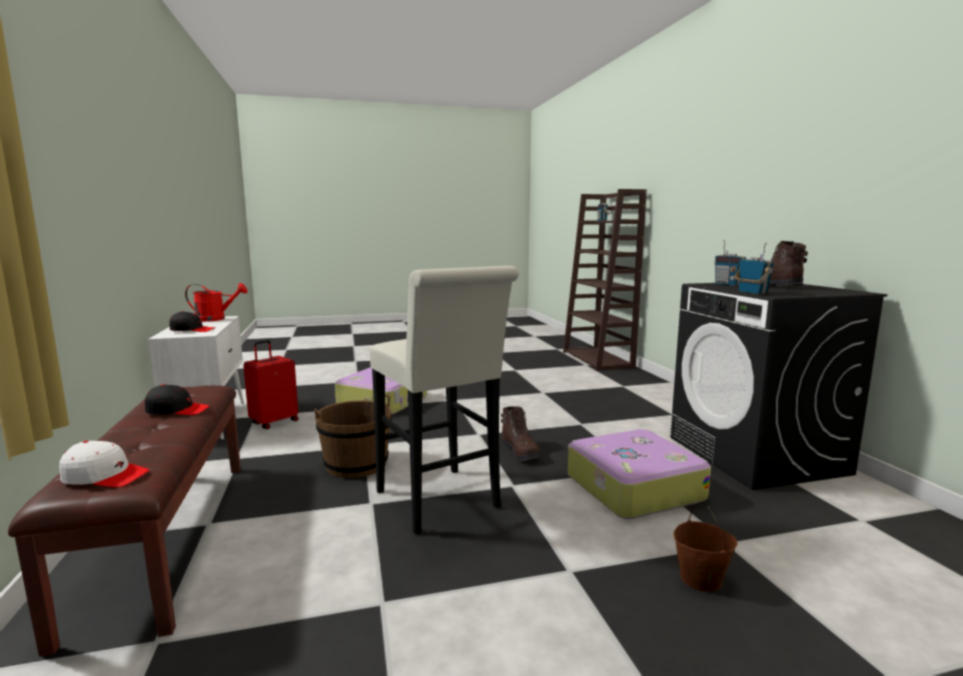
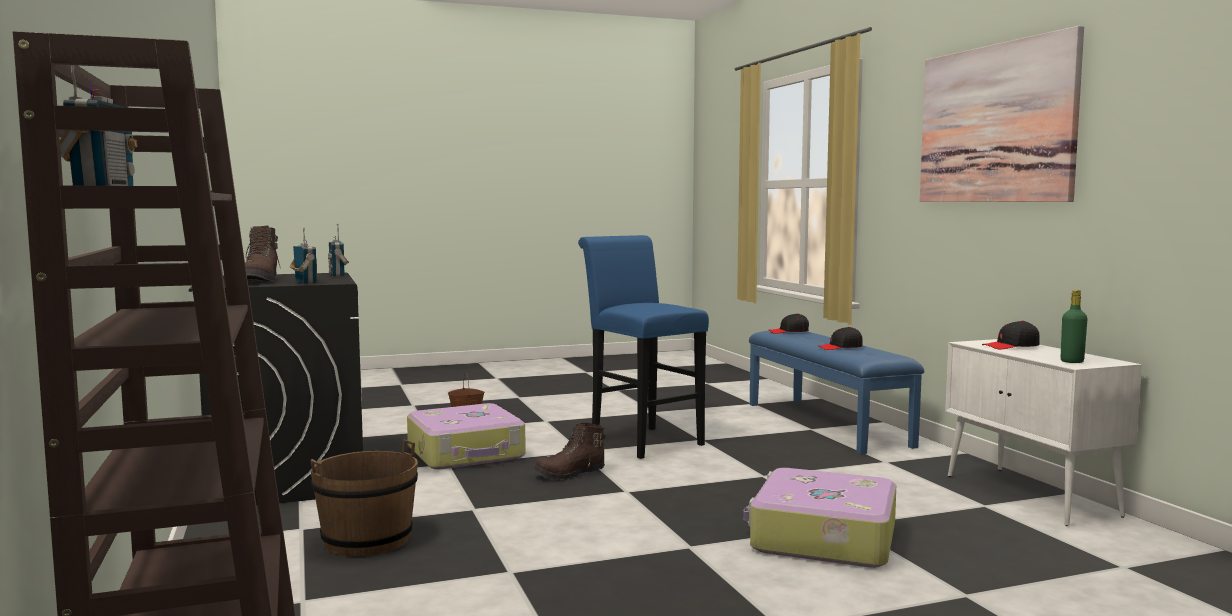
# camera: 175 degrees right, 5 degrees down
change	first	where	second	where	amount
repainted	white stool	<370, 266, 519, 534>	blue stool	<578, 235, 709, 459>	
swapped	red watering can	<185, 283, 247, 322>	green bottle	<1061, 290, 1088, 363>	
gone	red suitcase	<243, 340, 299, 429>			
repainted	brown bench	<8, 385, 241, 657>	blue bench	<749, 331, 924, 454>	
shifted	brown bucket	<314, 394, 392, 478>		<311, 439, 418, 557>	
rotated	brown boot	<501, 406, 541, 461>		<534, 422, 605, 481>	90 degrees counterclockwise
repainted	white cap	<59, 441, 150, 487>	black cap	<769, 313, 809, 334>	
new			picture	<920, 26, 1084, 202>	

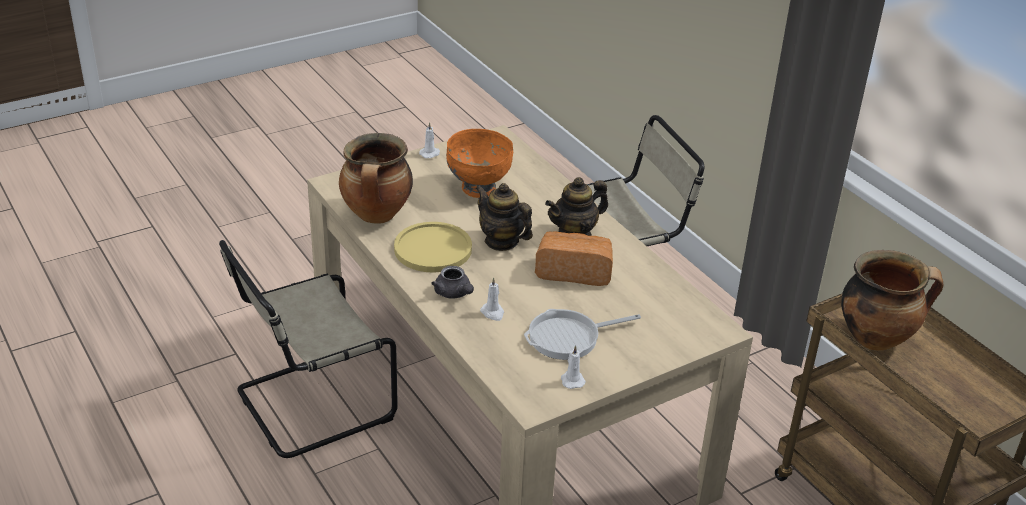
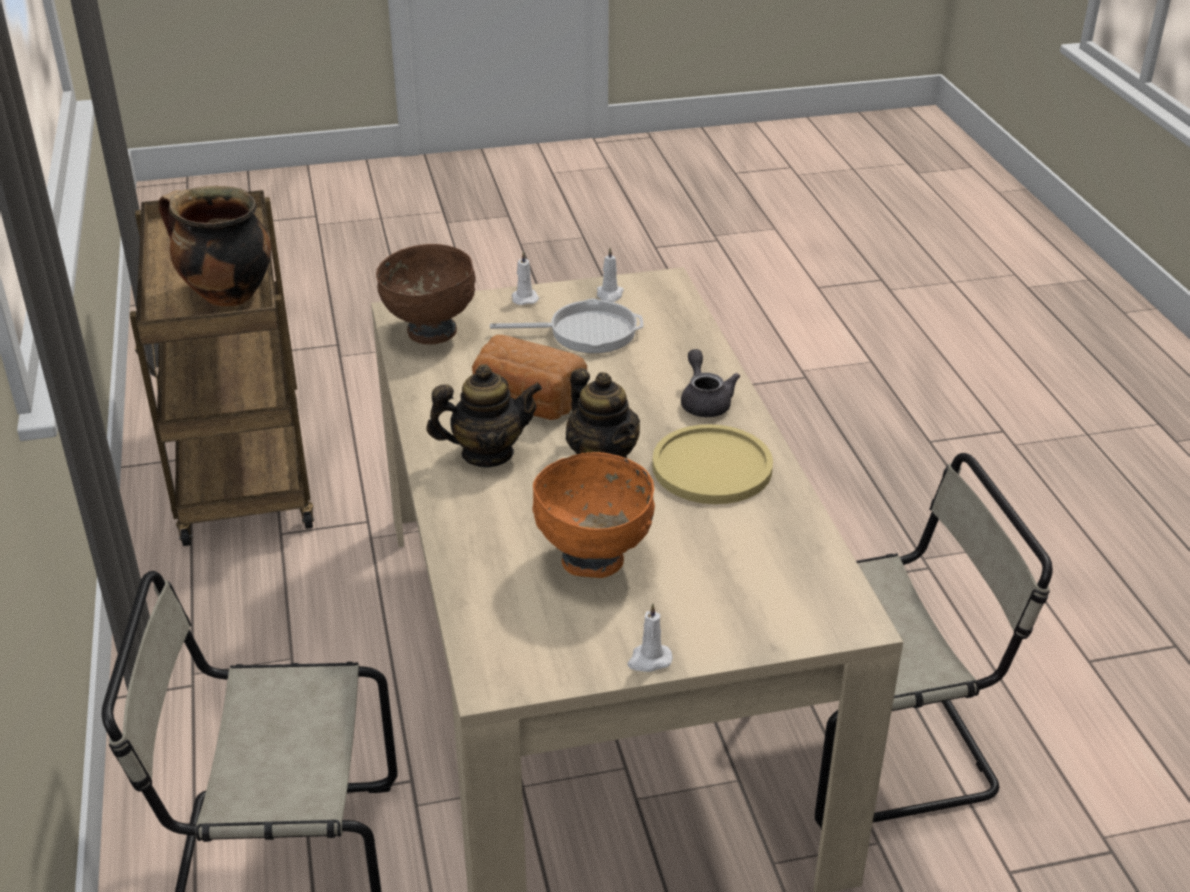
# camera: 160 degrees left, 0 degrees up
change	first	where	second	where	amount
gone	cooking pot	<339, 133, 413, 224>			
shifted	white candle	<480, 278, 504, 321>		<512, 251, 539, 305>	
new			brown bowl	<376, 244, 476, 344>	

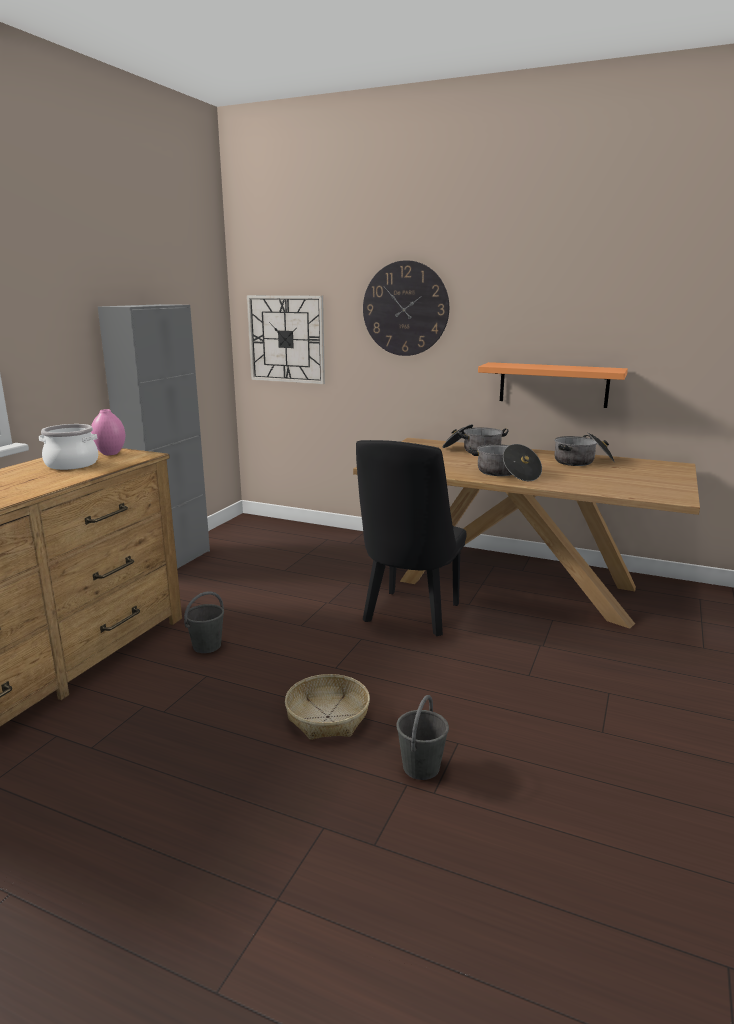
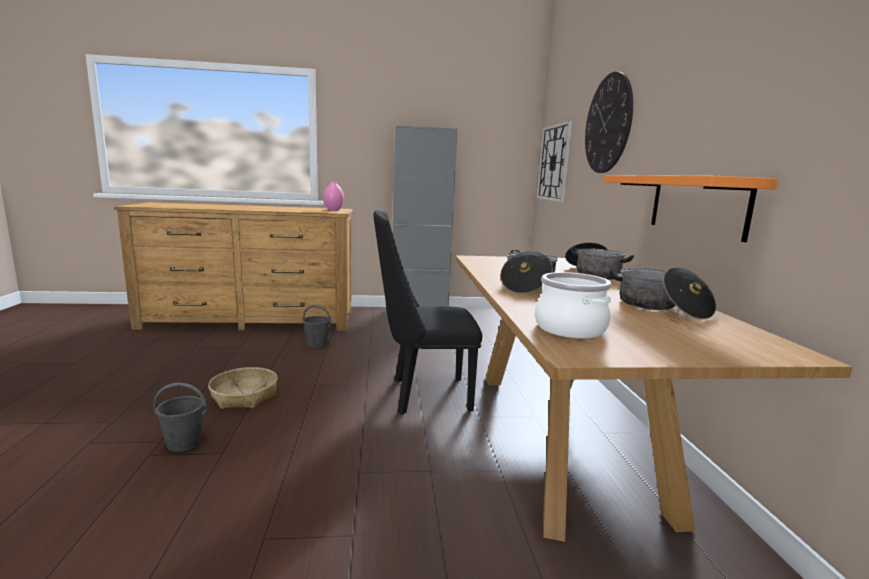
# camera: 60 degrees right, 5 degrees down
change	first	where	second	where	amount
shifted	cooking pot	<39, 424, 98, 470>		<535, 272, 612, 339>	

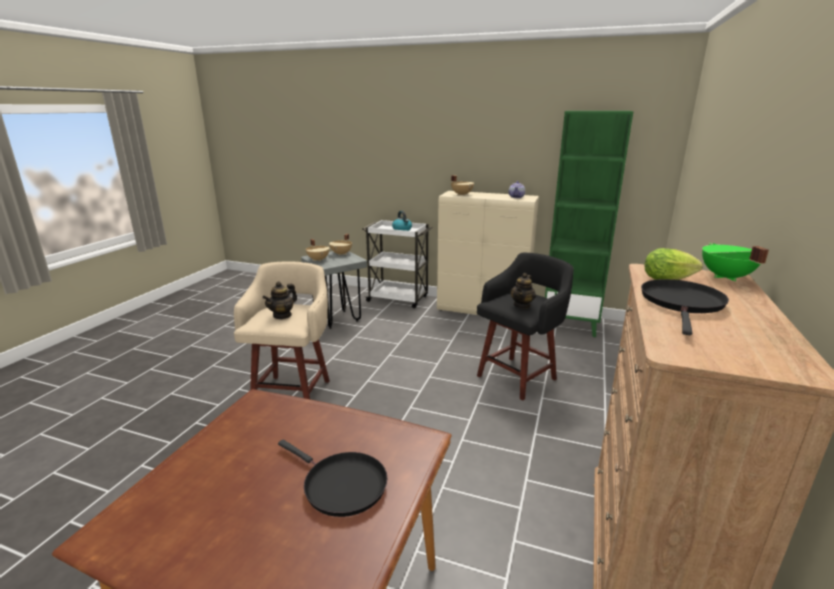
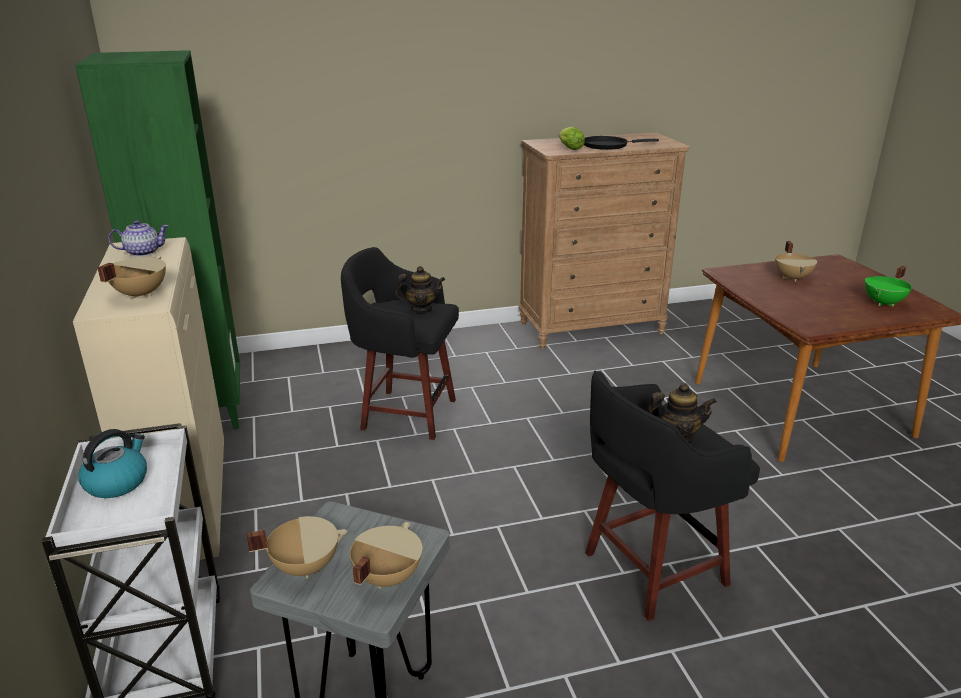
# camera: 125 degrees left, 5 degrees up
change	first	where	second	where	amount
shifted	green cooking pot	<702, 243, 769, 281>		<865, 266, 912, 306>	
repainted	beige stool	<234, 261, 330, 399>	black stool	<585, 371, 760, 621>	
swapped	black frying pan	<278, 439, 387, 517>	beige cooking pot	<775, 241, 817, 282>	

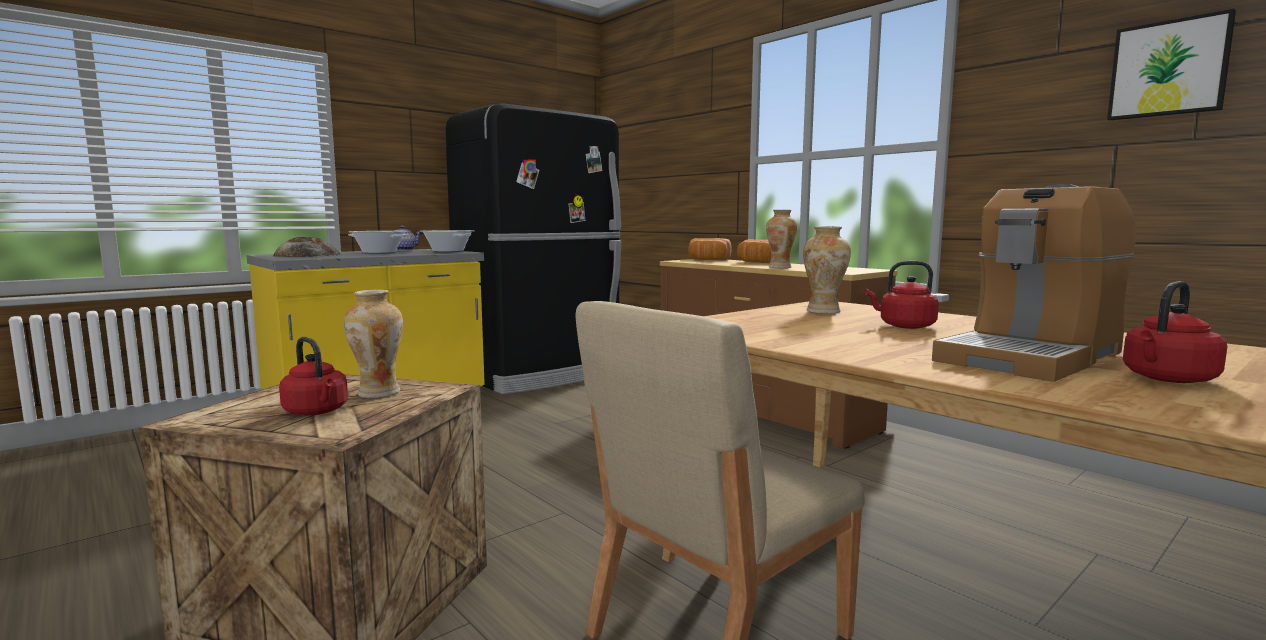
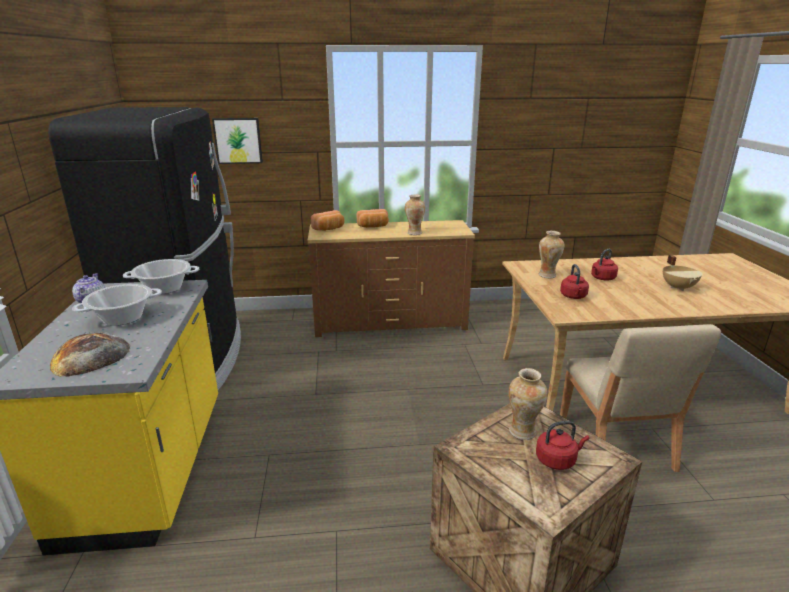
# camera: 55 degrees left, 15 degrees up
change	first	where	second	where	amount
shifted	picture	<1107, 9, 1236, 120>		<212, 118, 263, 164>	
swapped	coffee machine	<932, 184, 1136, 382>	beige cooking pot	<663, 254, 702, 291>	
shifted	red kettle	<1123, 281, 1227, 383>		<560, 264, 589, 299>	

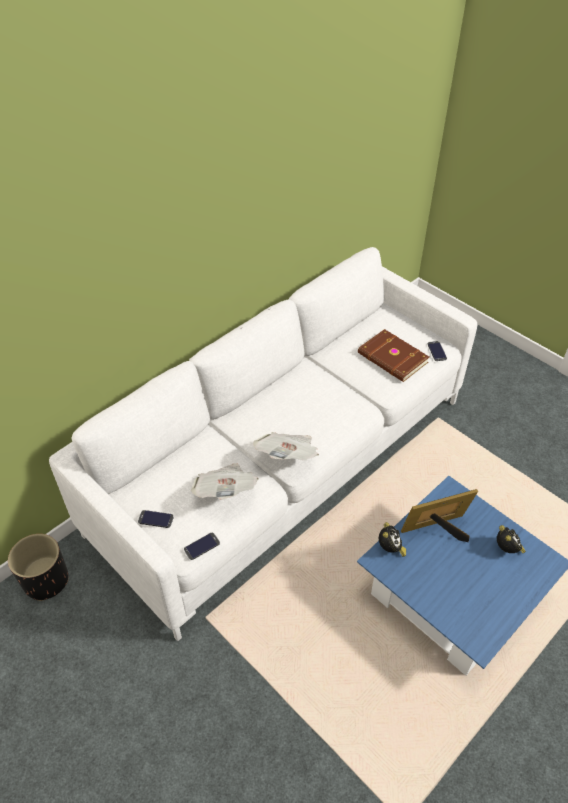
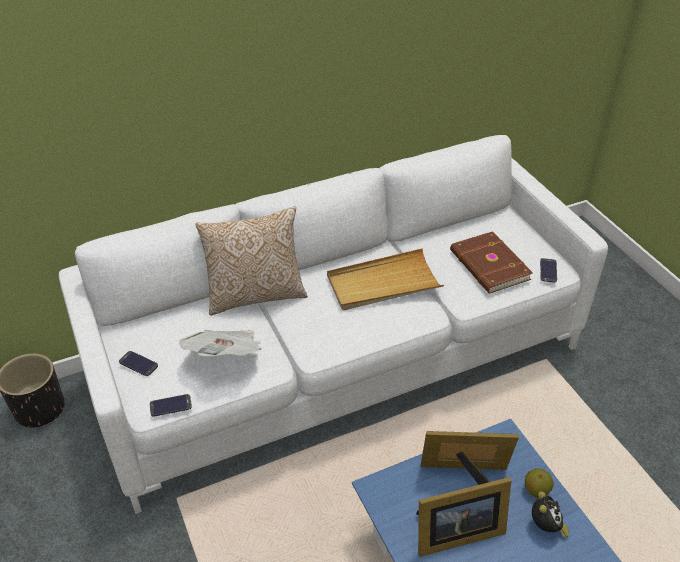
# camera: 20 degrees right, 5 degrees down
change	first	where	second	where	amount
gone	newspaper	<253, 432, 319, 460>			
gone	alarm clock	<379, 522, 406, 557>			
new			pillow	<195, 206, 308, 315>	
new			beige tray	<327, 248, 444, 310>	
new			apple	<525, 468, 554, 498>	
new			picture frame	<416, 477, 511, 557>	

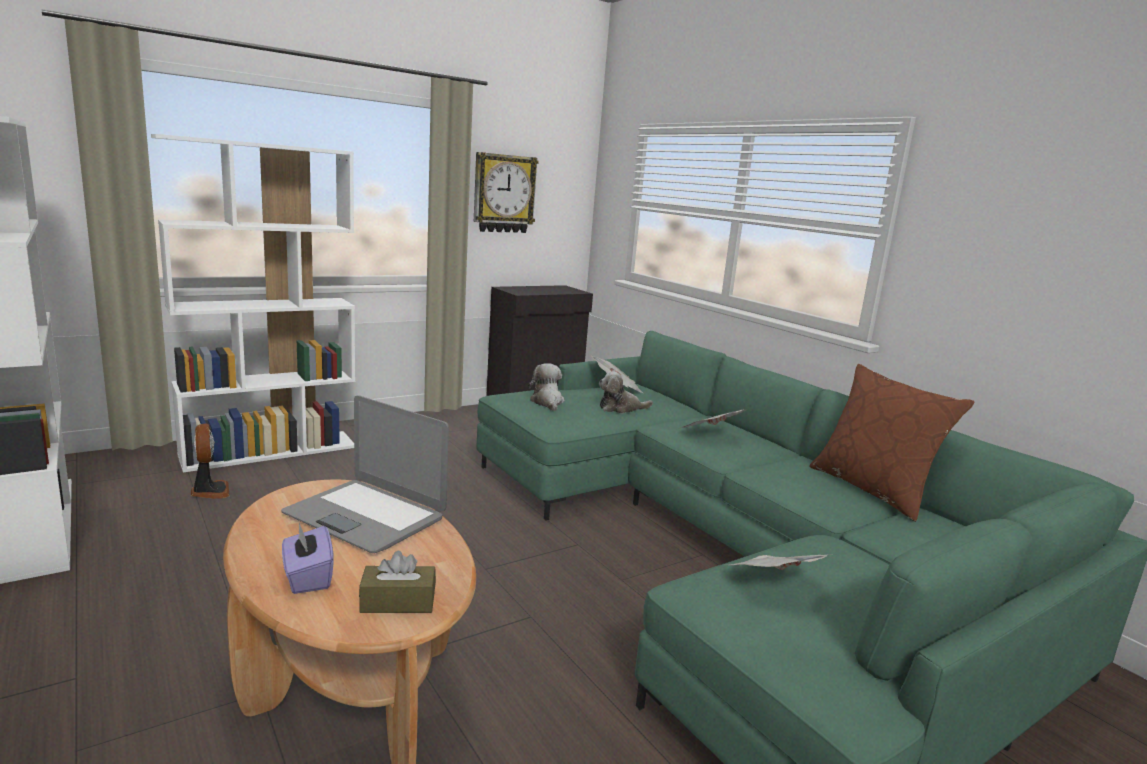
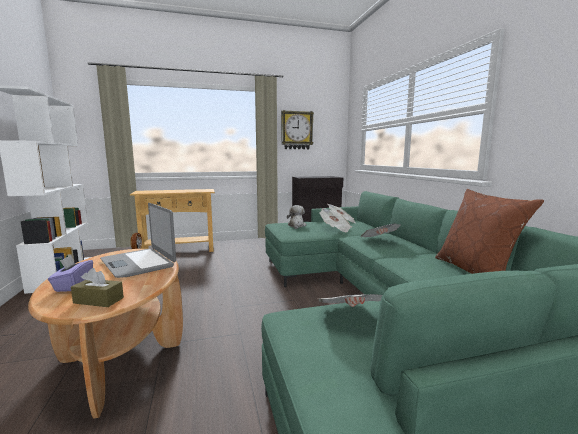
# camera: 20 degrees right, 5 degrees down
change	first	where	second	where	amount
swapped	white bookcase	<151, 134, 355, 472>	beige console table	<129, 189, 215, 252>	
swapped	plush toy	<599, 371, 653, 413>	newspaper	<319, 208, 352, 232>	

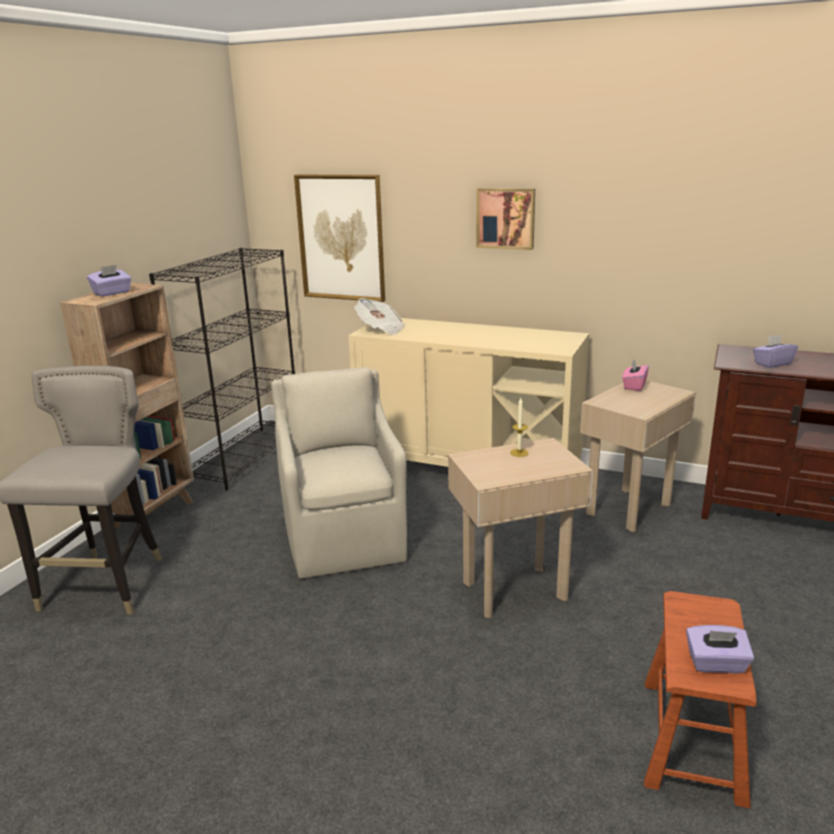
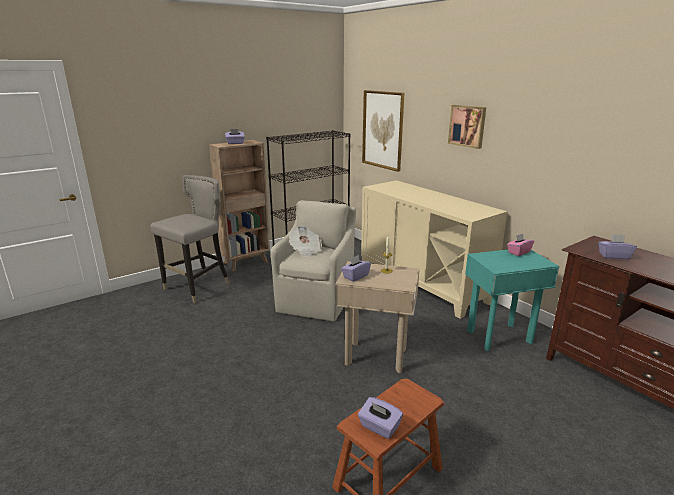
# camera: 30 degrees right, 0 degrees up
change	first	where	second	where	amount
shifted	newspaper	<354, 298, 405, 335>		<289, 226, 322, 257>	
repainted	beige side table	<580, 380, 696, 532>	turquoise side table	<465, 250, 560, 351>	
new			purple tissue box	<341, 255, 371, 282>	

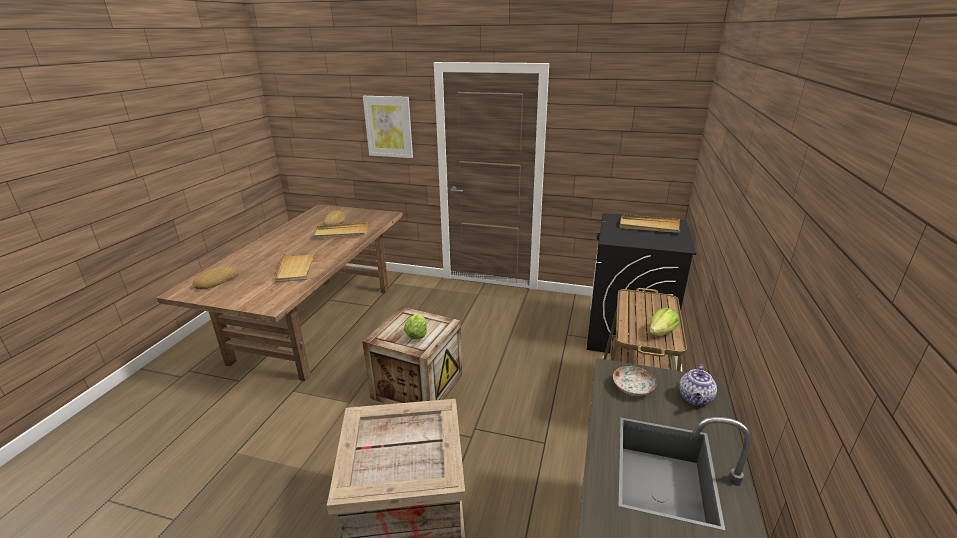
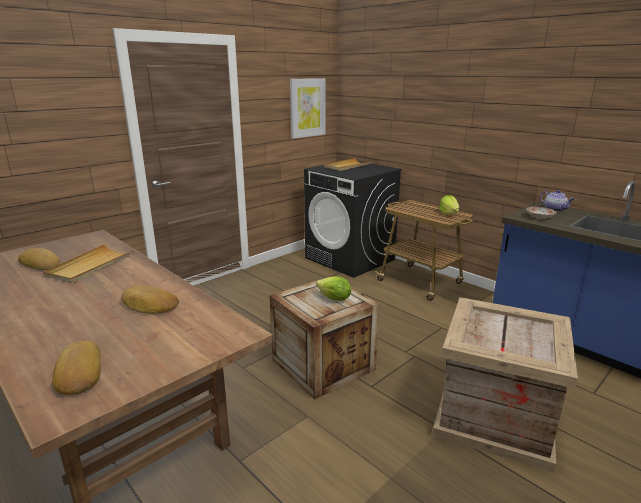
# camera: 60 degrees left, 5 degrees down
change	first	where	second	where	amount
shifted	picture	<363, 96, 413, 158>		<290, 78, 326, 139>	
swapped	beige tray	<275, 252, 316, 282>	bread	<121, 286, 179, 314>	

